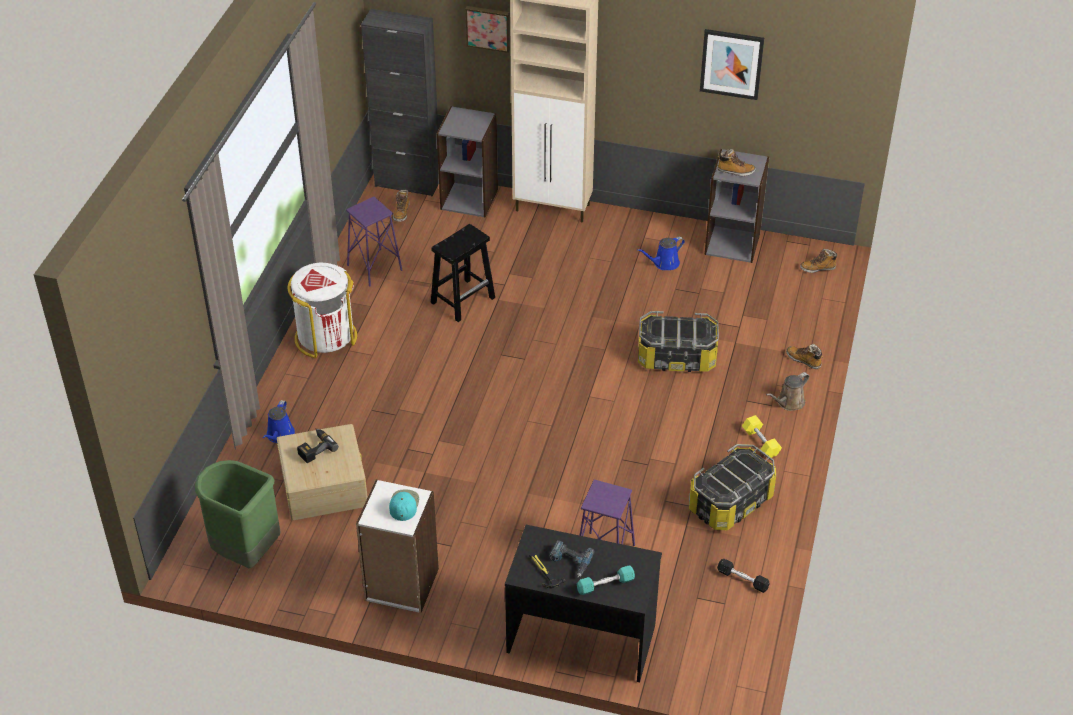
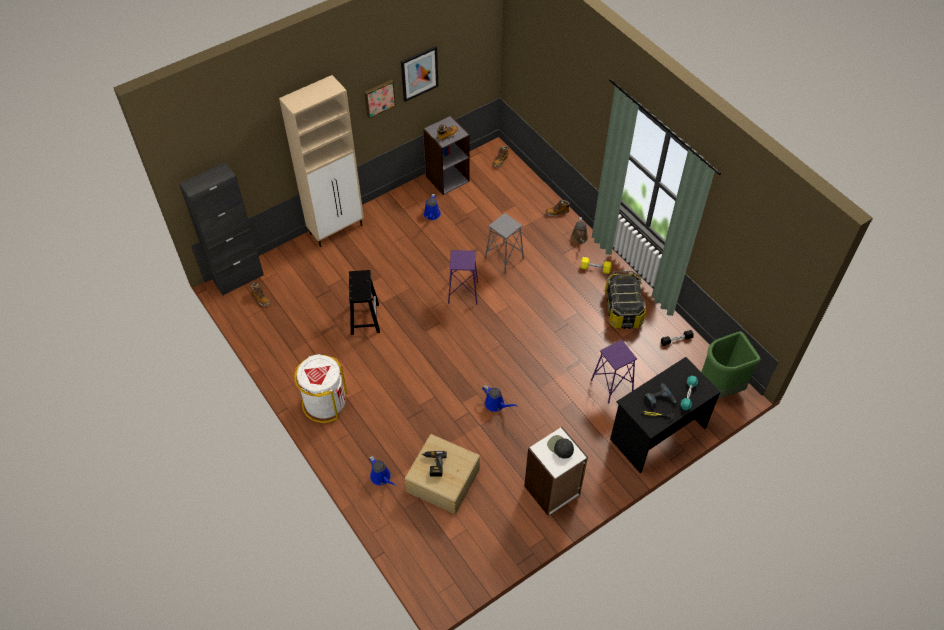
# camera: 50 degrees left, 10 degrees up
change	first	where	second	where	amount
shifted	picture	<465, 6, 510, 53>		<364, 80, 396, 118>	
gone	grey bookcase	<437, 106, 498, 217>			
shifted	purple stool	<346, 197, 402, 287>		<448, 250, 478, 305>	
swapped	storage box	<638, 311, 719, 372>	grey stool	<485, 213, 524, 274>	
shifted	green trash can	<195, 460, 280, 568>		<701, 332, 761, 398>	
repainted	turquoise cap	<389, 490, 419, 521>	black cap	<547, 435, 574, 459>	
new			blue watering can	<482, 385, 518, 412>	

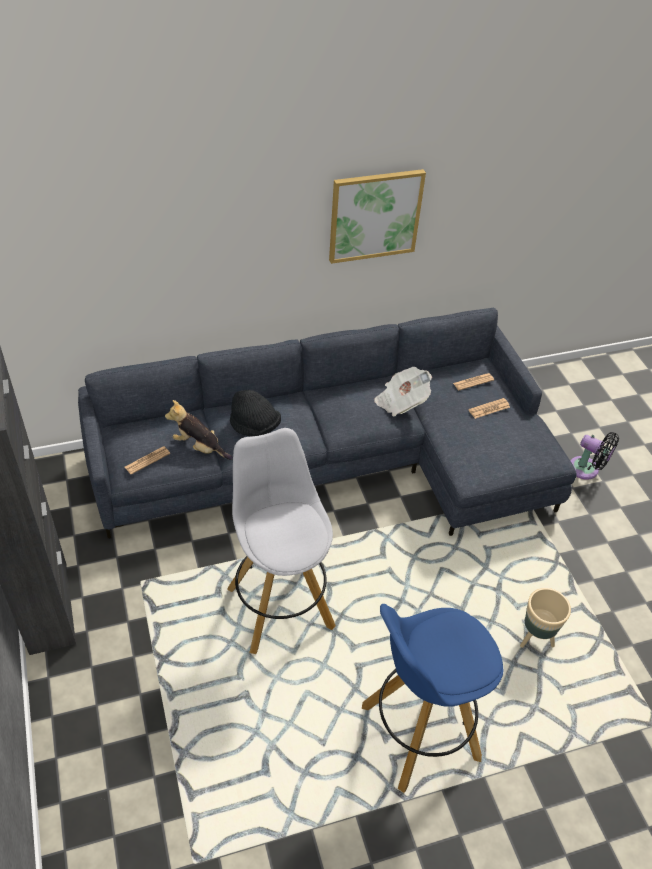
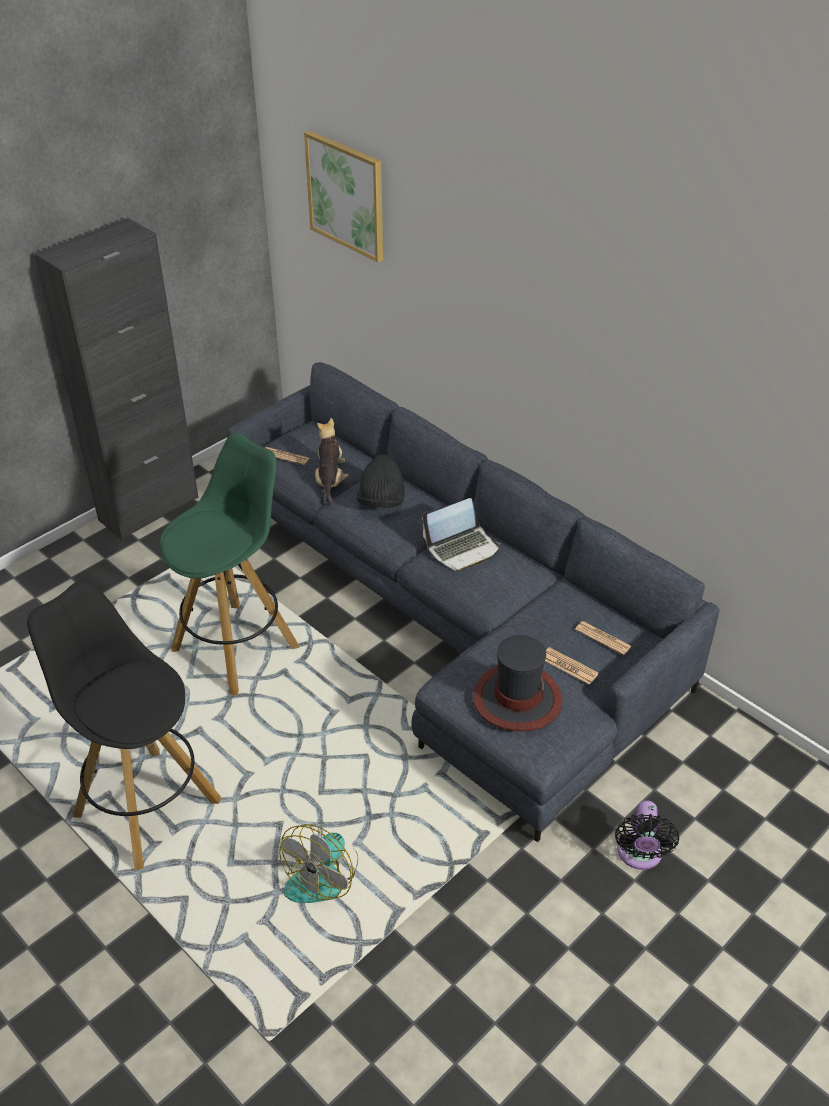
# camera: 65 degrees right, 5 degrees down
change	first	where	second	where	amount
shifted	picture	<329, 169, 426, 264>		<304, 131, 383, 262>	
gone	newspaper	<374, 367, 432, 416>			
repainted	white stool	<227, 428, 336, 654>	green stool	<160, 433, 299, 696>	
swapped	beige planter	<520, 588, 571, 648>	fan	<279, 824, 358, 903>	
repainted	blue stool	<362, 604, 503, 793>	black stool	<27, 580, 221, 871>	
new			laptop	<422, 498, 500, 572>	
new			hat	<473, 635, 562, 732>	

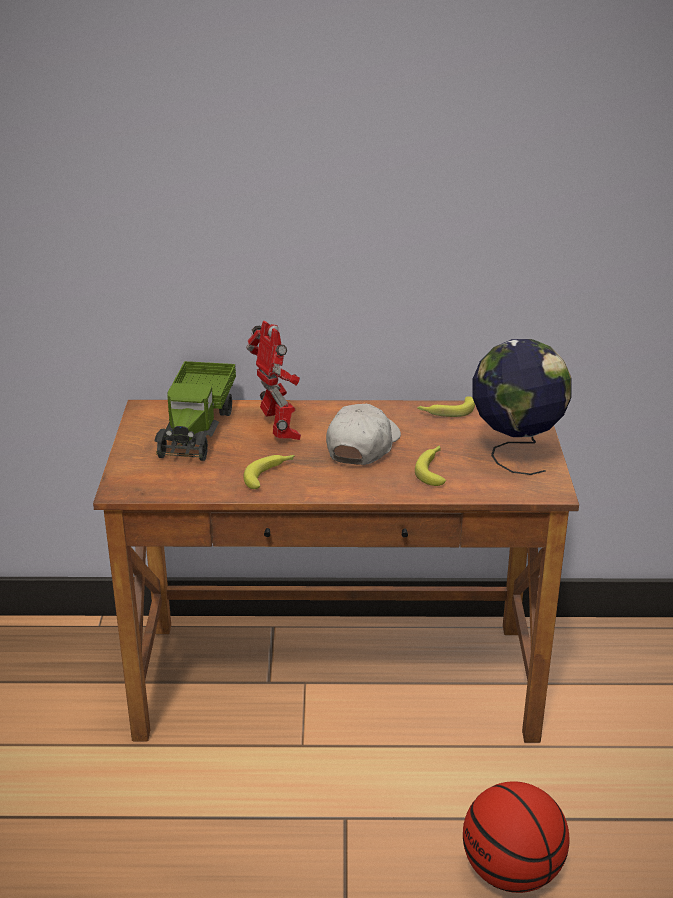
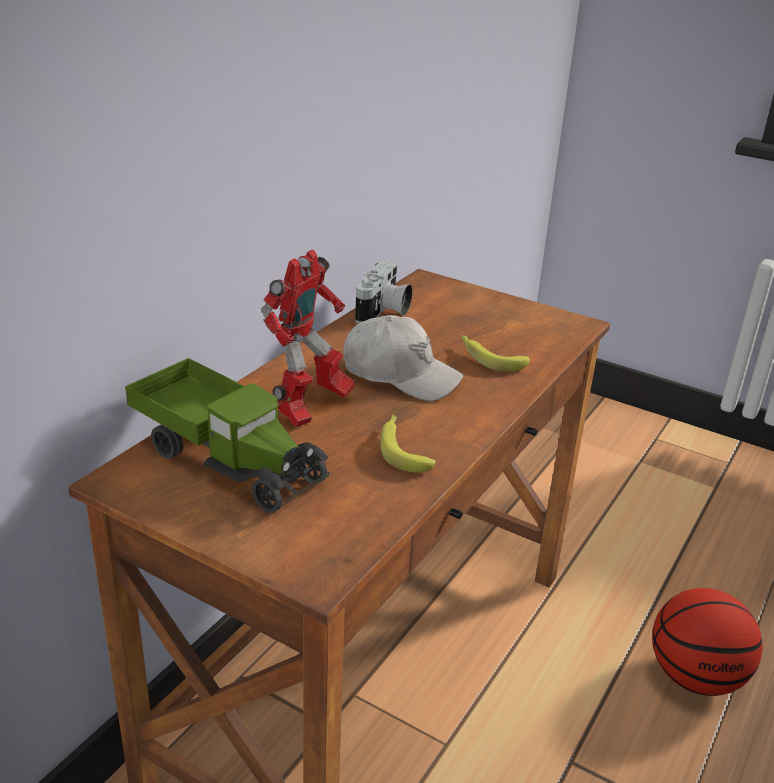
# camera: 60 degrees left, 0 degrees up
change	first	where	second	where	amount
rotated	toy robot	<246, 321, 301, 440>		<261, 249, 355, 427>	120 degrees clockwise
gone	globe	<473, 339, 572, 475>			
swapped	banana	<417, 397, 475, 417>	photo camera	<355, 261, 412, 324>	
rotated	white cap	<326, 404, 401, 465>		<343, 315, 463, 401>	150 degrees clockwise

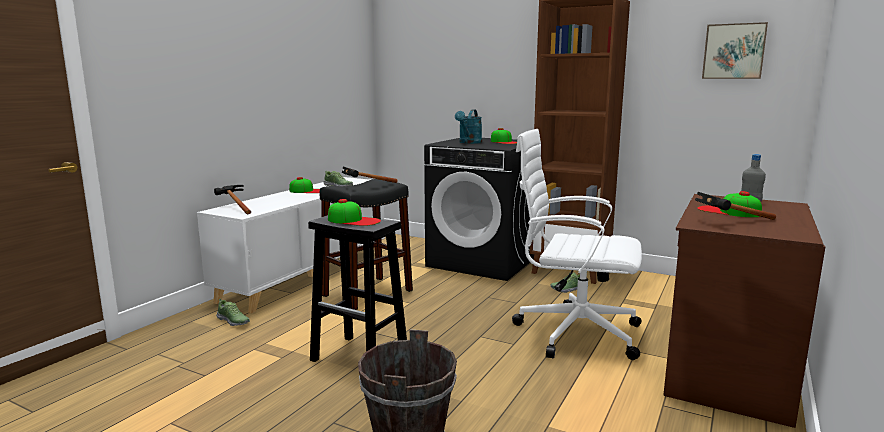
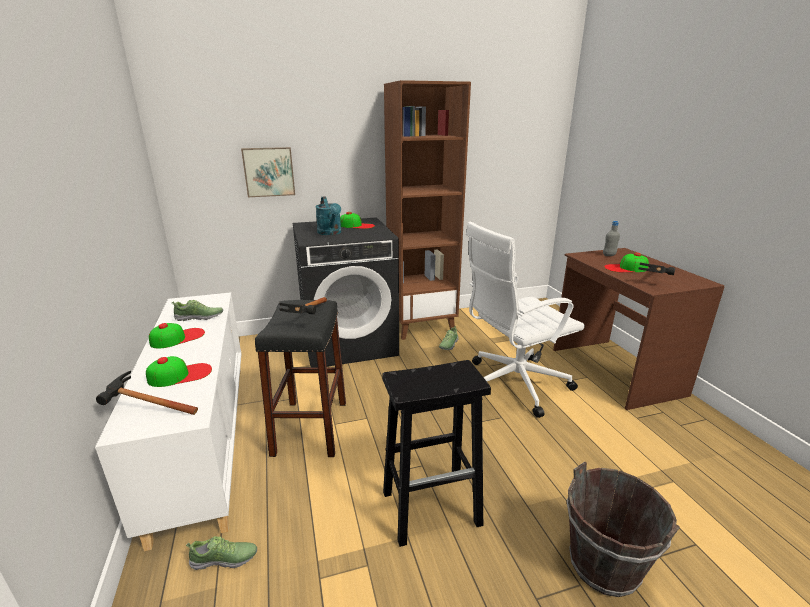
# camera: 45 degrees left, 10 degrees up
change	first	where	second	where	amount
shifted	picture	<702, 22, 768, 79>		<241, 147, 295, 197>	
shifted	cap	<328, 199, 381, 226>		<146, 356, 212, 387>	

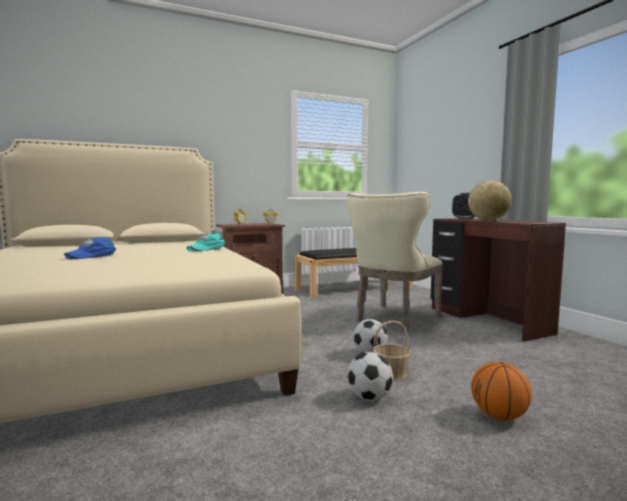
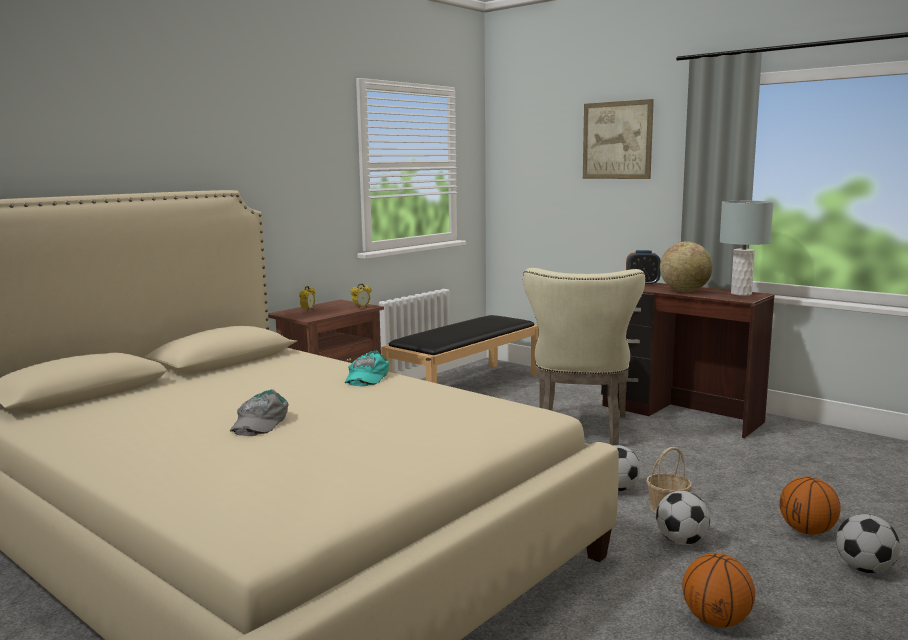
# camera: 25 degrees left, 5 degrees up
change	first	where	second	where	amount
repainted	blue cap	<64, 237, 116, 259>	grey cap	<230, 389, 289, 436>	
new			picture	<583, 99, 654, 179>	
new			grey table lamp	<720, 201, 774, 296>	
new			football	<836, 514, 900, 573>	
new			basketball	<682, 553, 755, 627>	

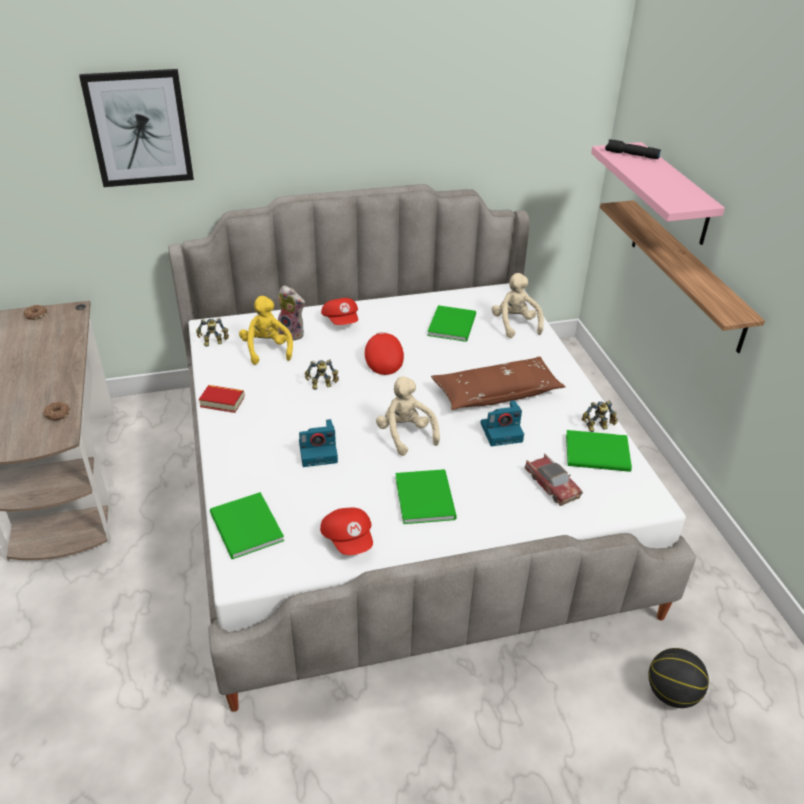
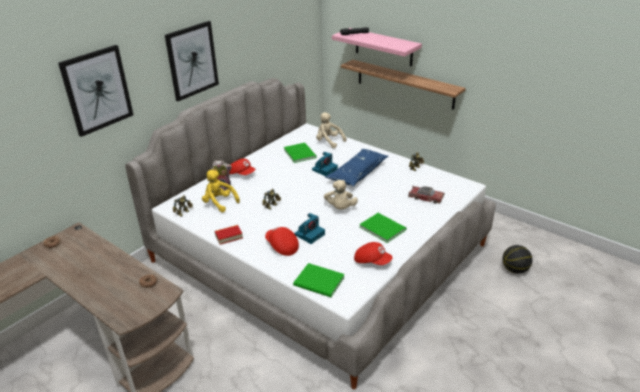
# camera: 35 degrees left, 5 degrees down
change	first	where	second	where	amount
shifted	red cap	<365, 332, 404, 375>		<265, 227, 299, 256>	
repainted	brown pillow	<431, 356, 566, 410>	blue pillow	<326, 149, 388, 186>	
rotated	beige plush toy	<376, 377, 440, 456>		<324, 180, 358, 209>	120 degrees counterclockwise
shifted	photo camera	<481, 400, 524, 446>		<312, 152, 338, 176>	
gone	green book	<566, 430, 632, 472>			
new			picture	<165, 21, 219, 101>	

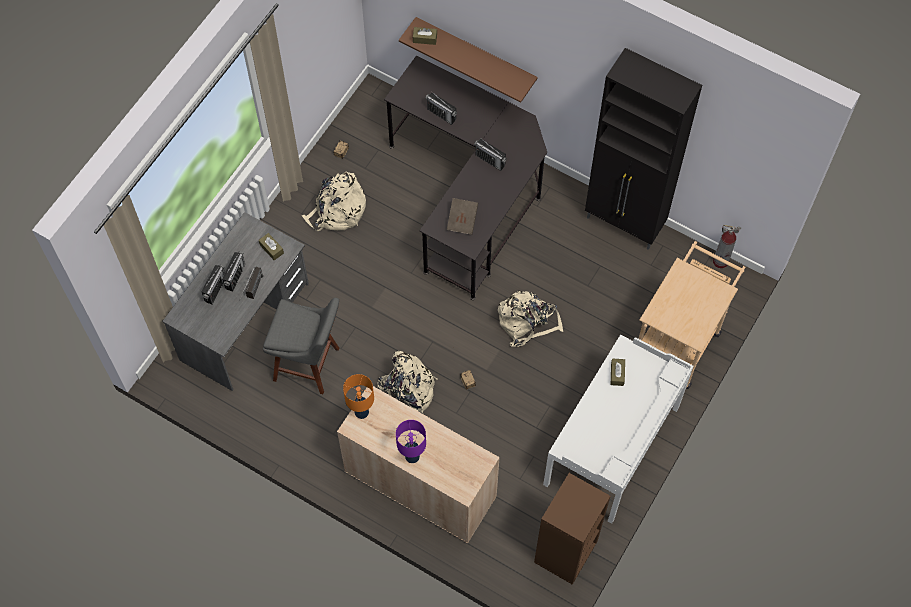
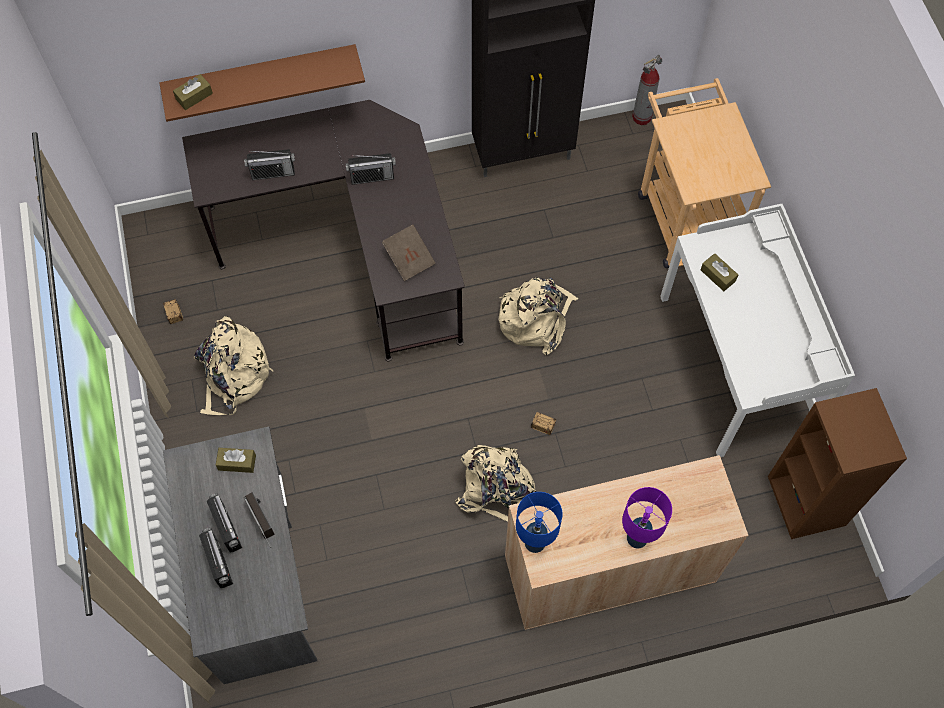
# camera: 45 degrees left, 0 degrees up
change	first	where	second	where	amount
gone	grey stool	<263, 298, 339, 394>			
repainted	orange table lamp	<343, 374, 374, 419>	blue table lamp	<516, 492, 562, 553>	

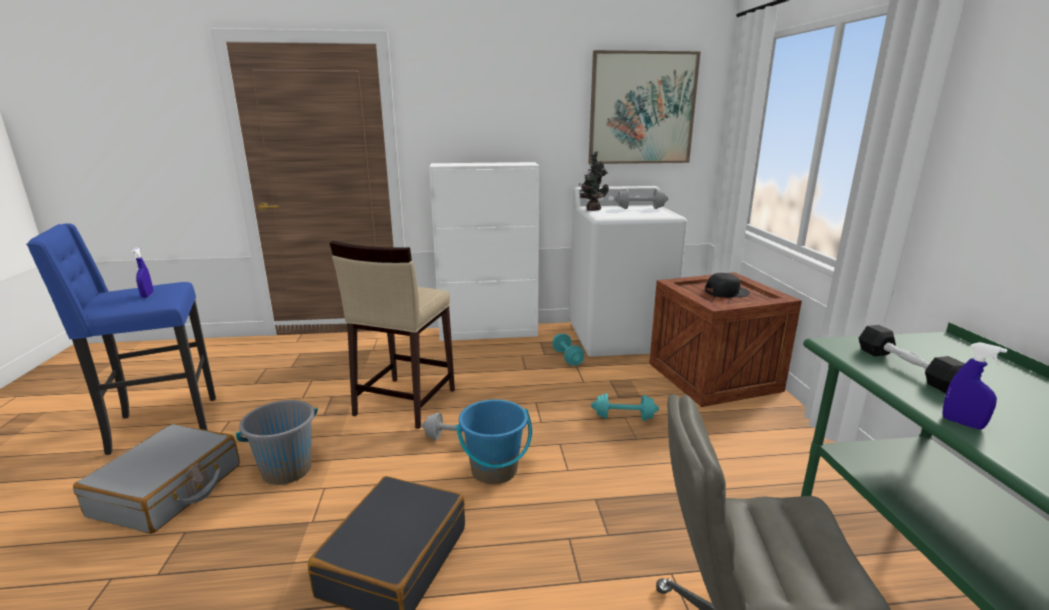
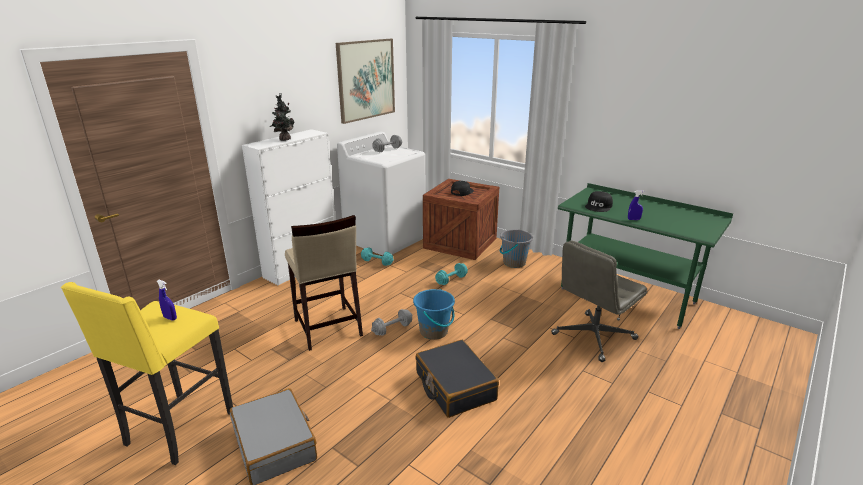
# camera: 45 degrees left, 5 degrees up
change	first	where	second	where	amount
shifted	potted plant	<579, 151, 609, 211>		<271, 94, 295, 141>	
repainted	blue stool	<26, 223, 216, 455>	yellow stool	<61, 282, 233, 465>	
swapped	black dumbbell	<859, 325, 965, 393>	black cap	<585, 191, 613, 212>	
shifted	grey bucket	<236, 400, 318, 485>		<500, 229, 533, 268>	

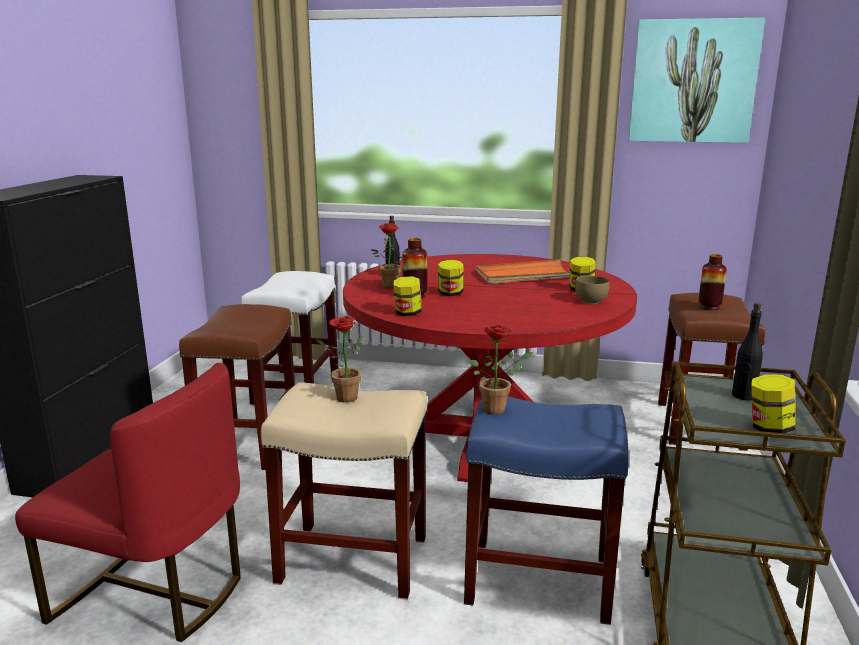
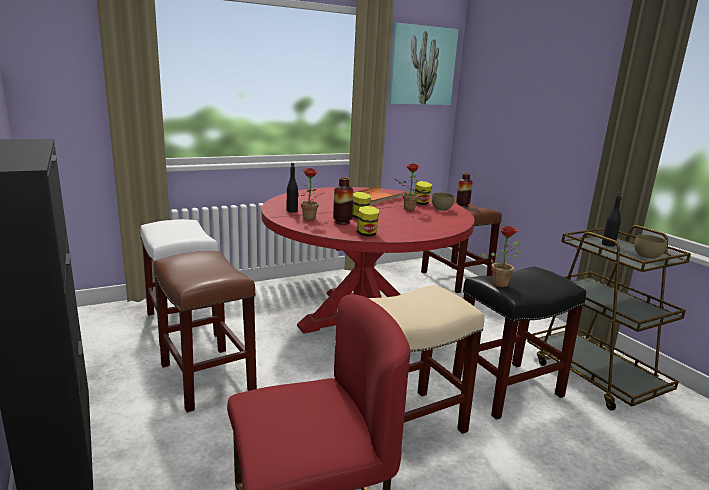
# camera: 40 degrees left, 0 degrees up
change	first	where	second	where	amount
shifted	potted plant	<316, 316, 364, 403>		<394, 163, 426, 210>	
swapped	jar	<751, 374, 796, 433>	brown bowl	<634, 235, 667, 259>	
repainted	blue stool	<464, 397, 629, 625>	black stool	<452, 266, 586, 420>	

